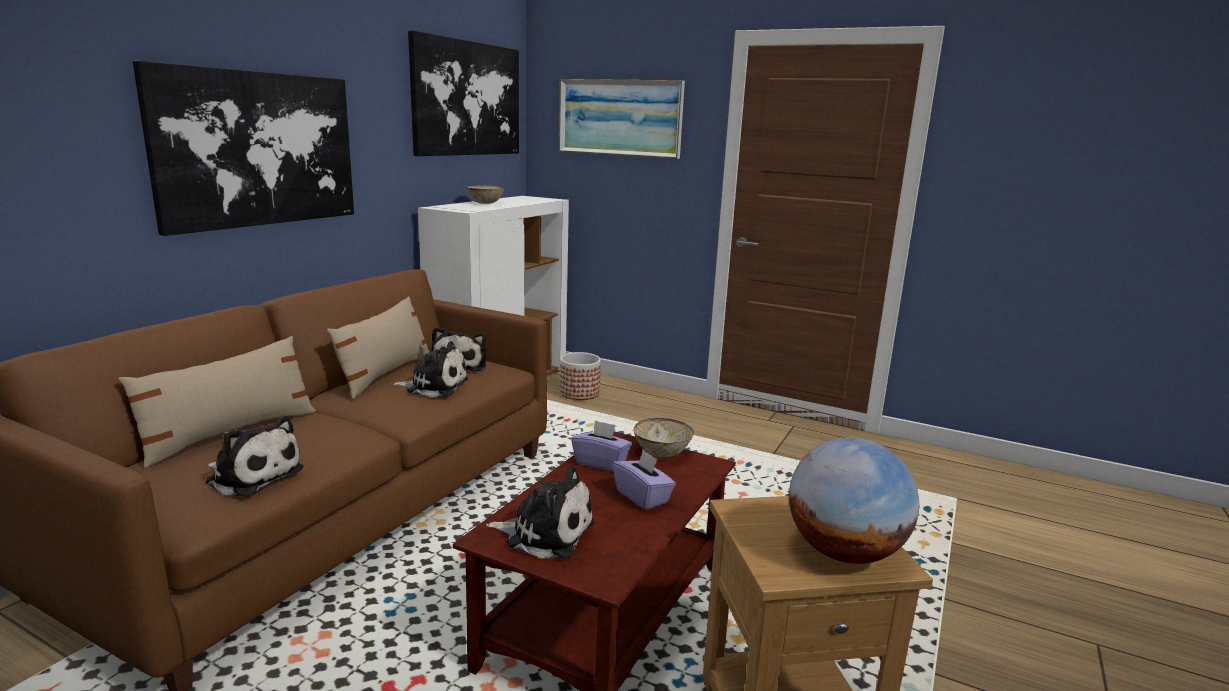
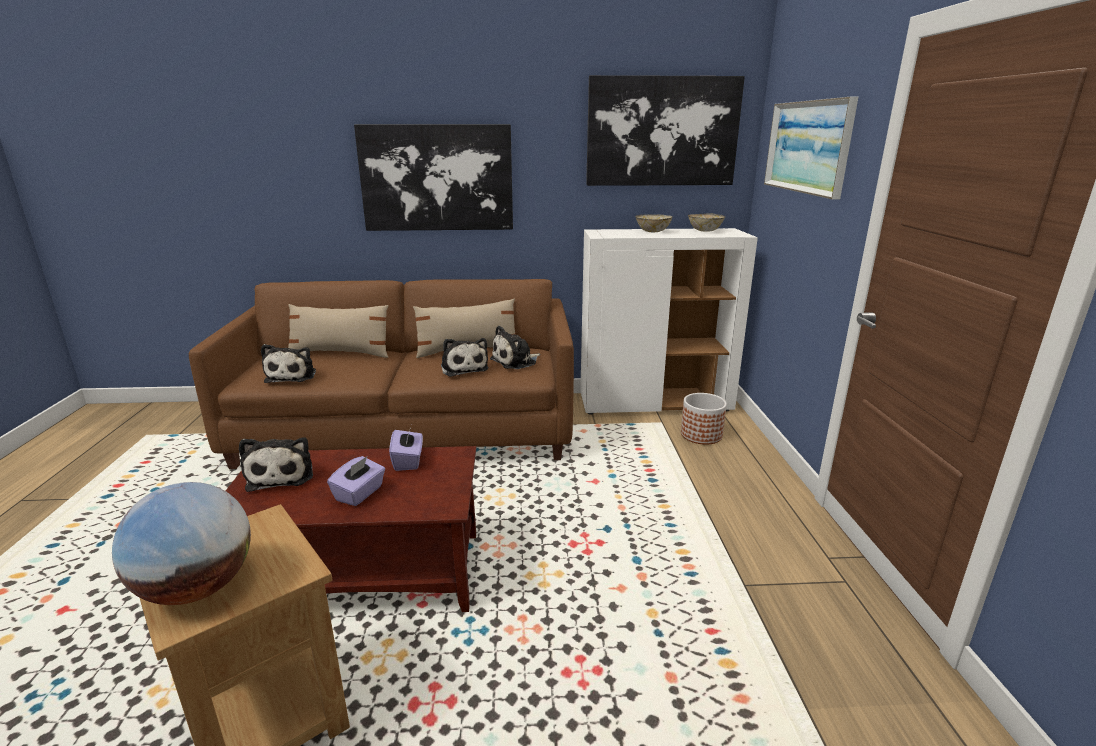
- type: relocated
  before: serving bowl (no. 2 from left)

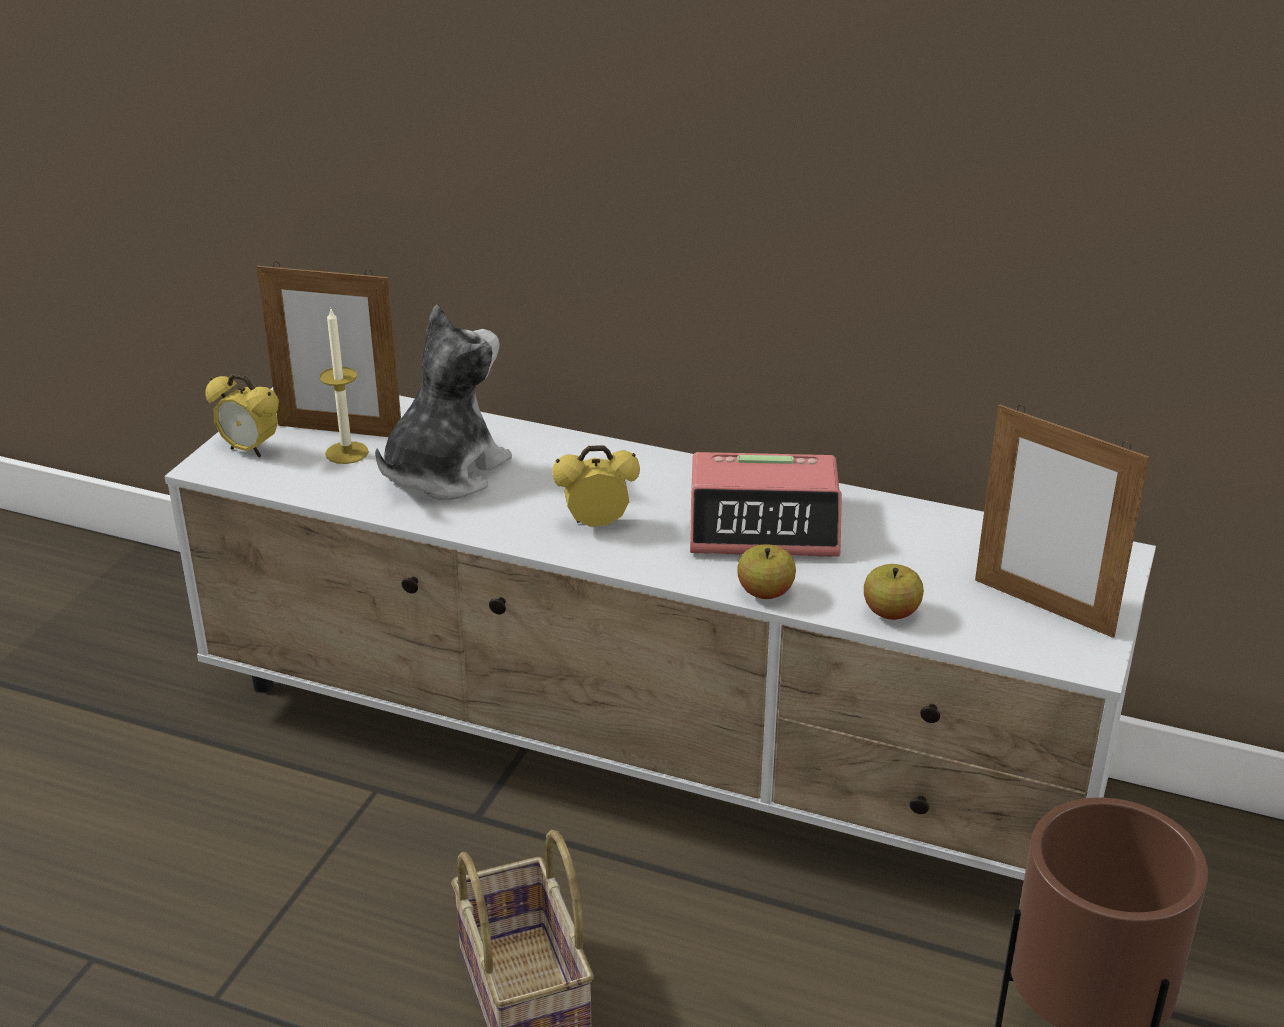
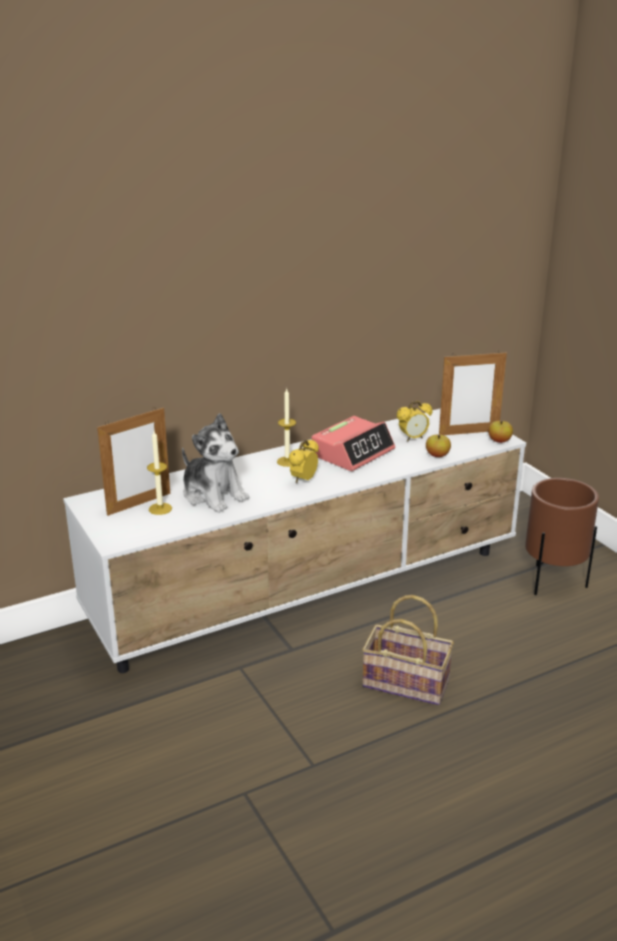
- type: appeared
  after: wax light (no. 2 from left)
- type: relocated
  before: bedside clock (no. 1 from left in the first image)
  after: bedside clock (no. 3 from left)
- type: relocated
  before: apple (no. 1 from left in the first image)
  after: apple (no. 2 from left)
- type: spun
  before: plush toy
  turn: 150

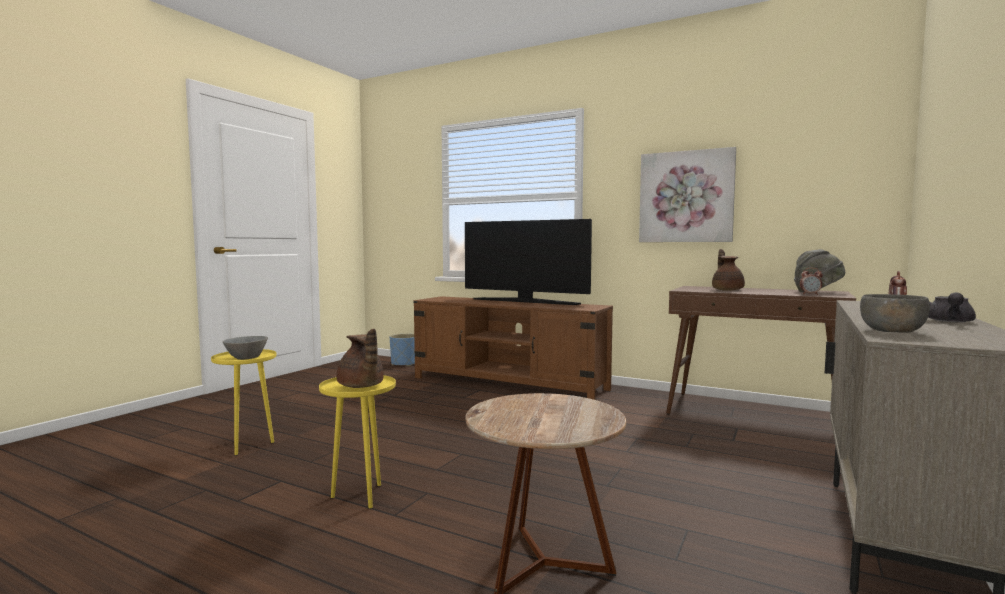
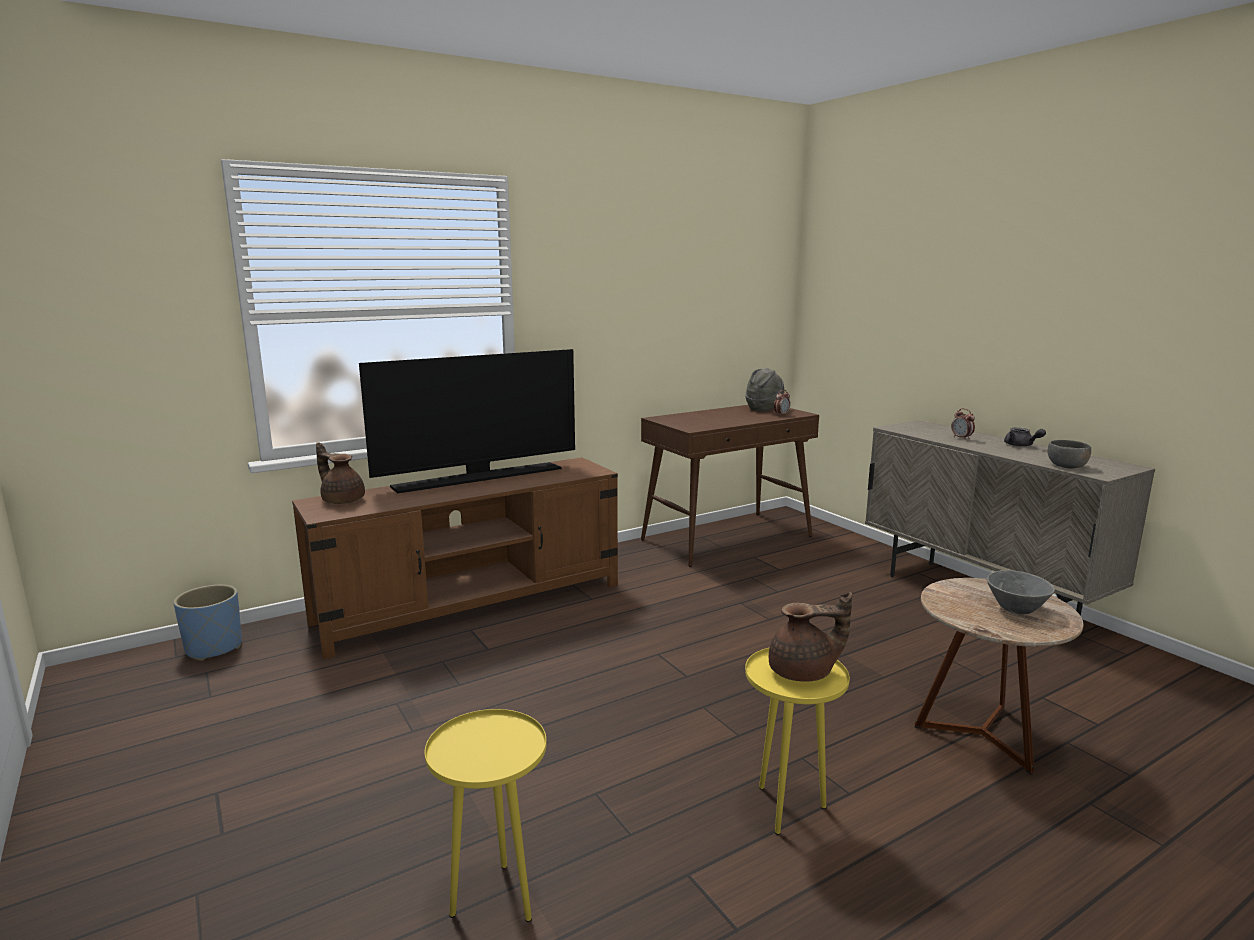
- type: missing
  before: wall art
- type: relocated
  before: serving bowl/grey (no. 1 from left)
- type: relocated
  before: pot for tea/brown (no. 2 from left in the first image)
  after: pot for tea/brown (no. 1 from left)

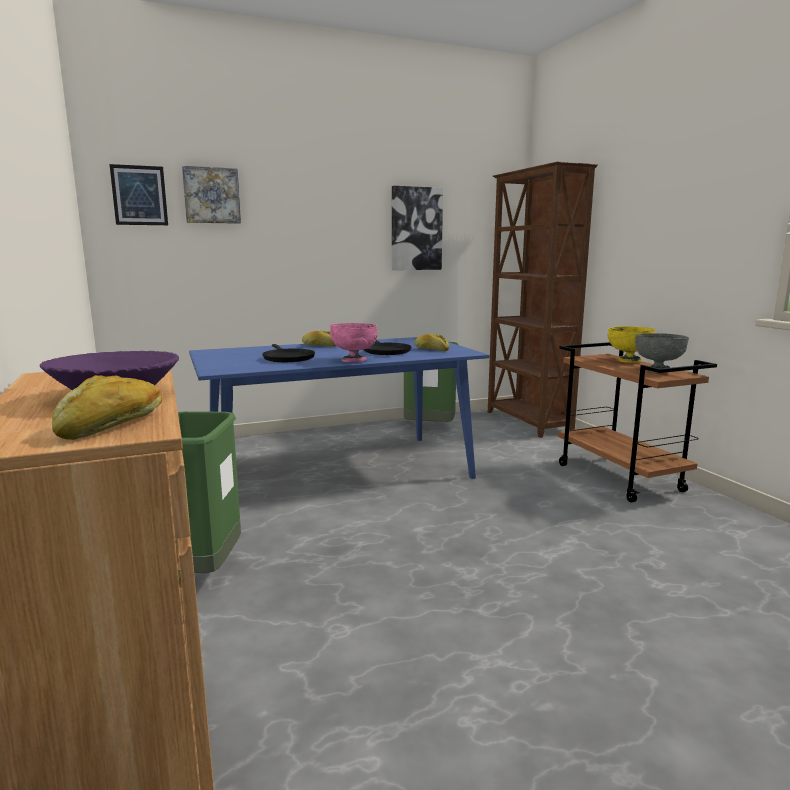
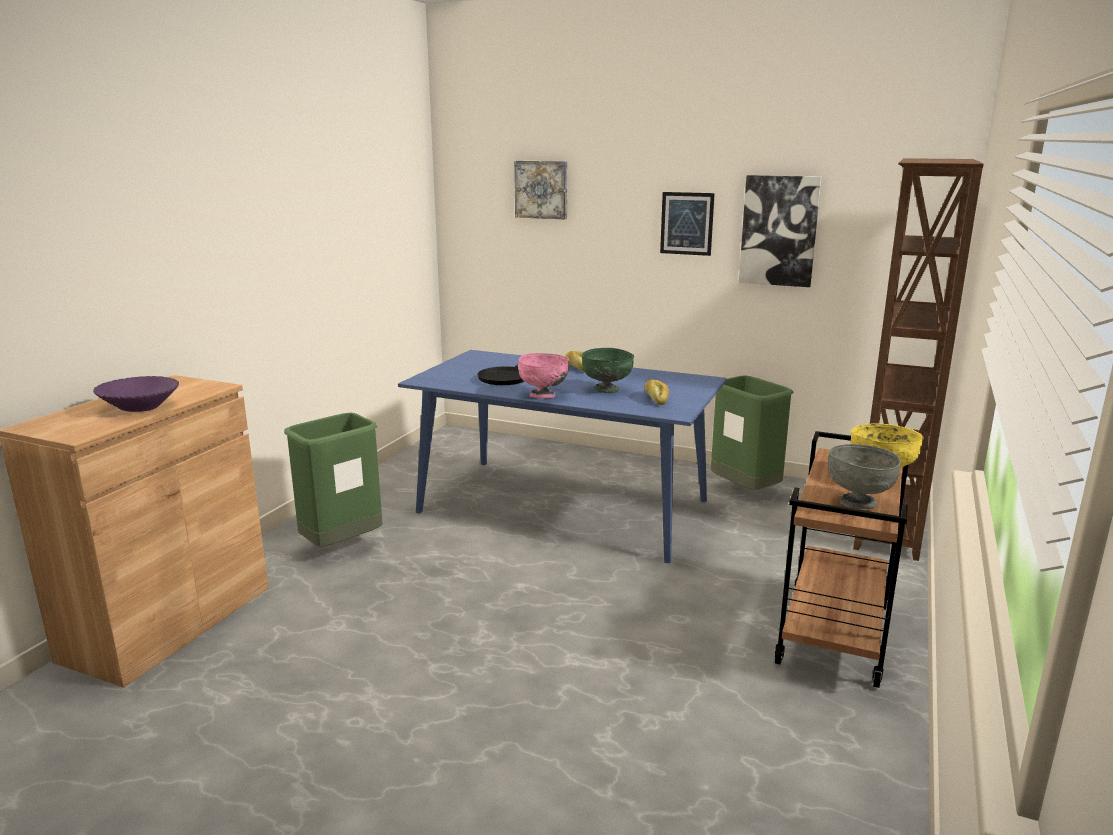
- type: missing
  before: baked bread (no. 1 from left)
- type: relocated
  before: wall art (no. 1 from left in the first image)
  after: wall art (no. 2 from left)
- type: exchanged
  before: skillet/black-coloured (no. 2 from left)
  after: serving bowl/green-coloured

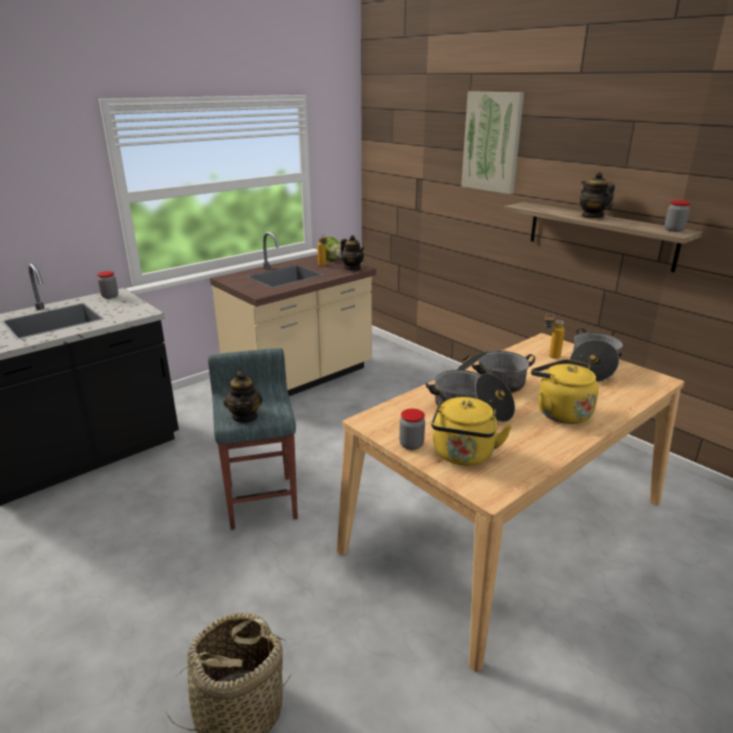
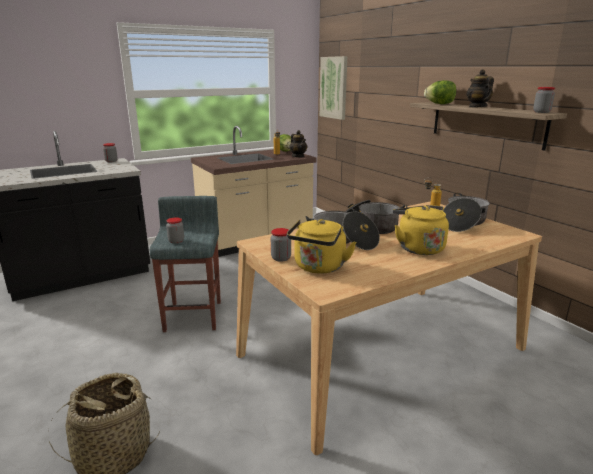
- type: appeared
  after: lettuce head (no. 2 from left)
- type: relocated
  before: wall art
- type: exchanged
  before: pot for tea (no. 1 from left)
  after: preserve jar (no. 2 from left)

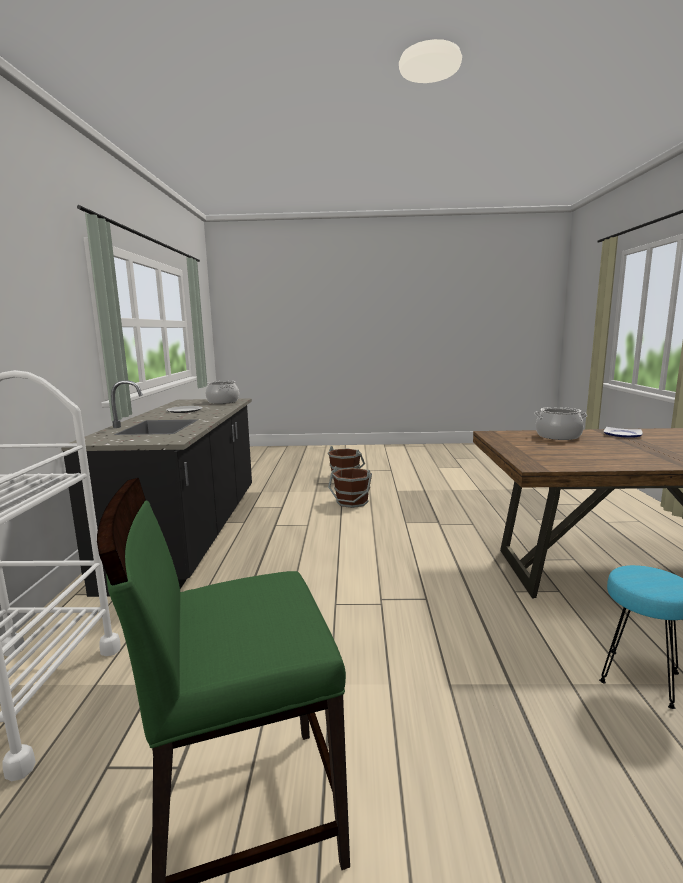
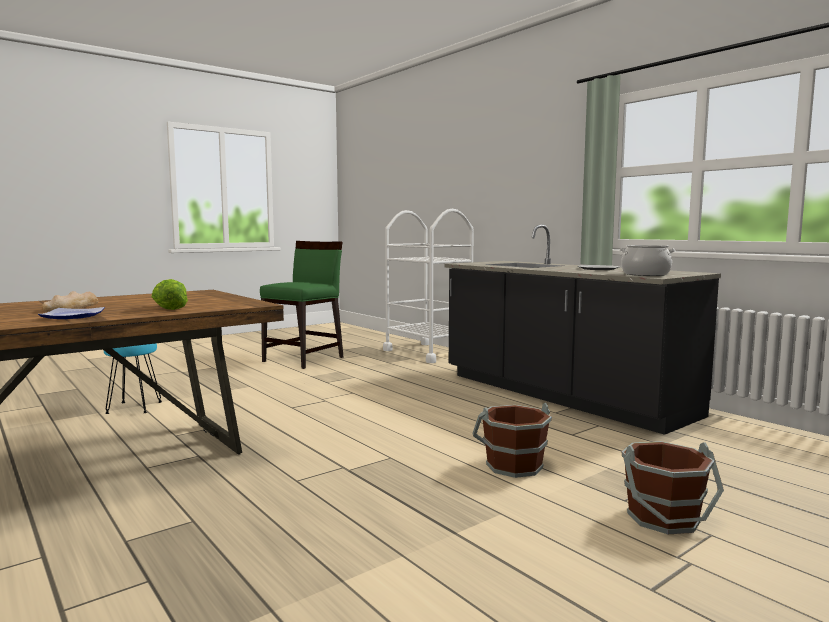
- type: appeared
  after: baked bread
- type: exchanged
  before: cooking pot (no. 2 from left)
  after: lettuce head

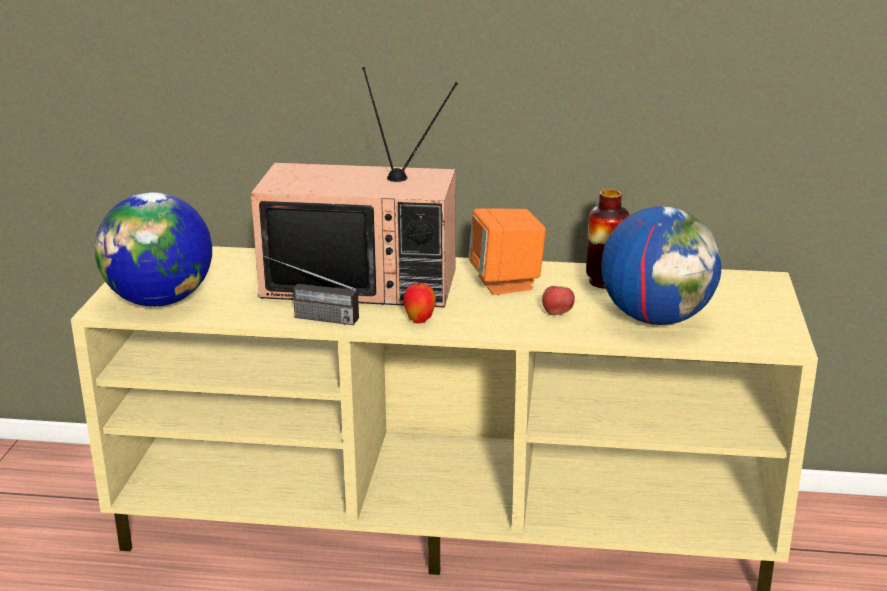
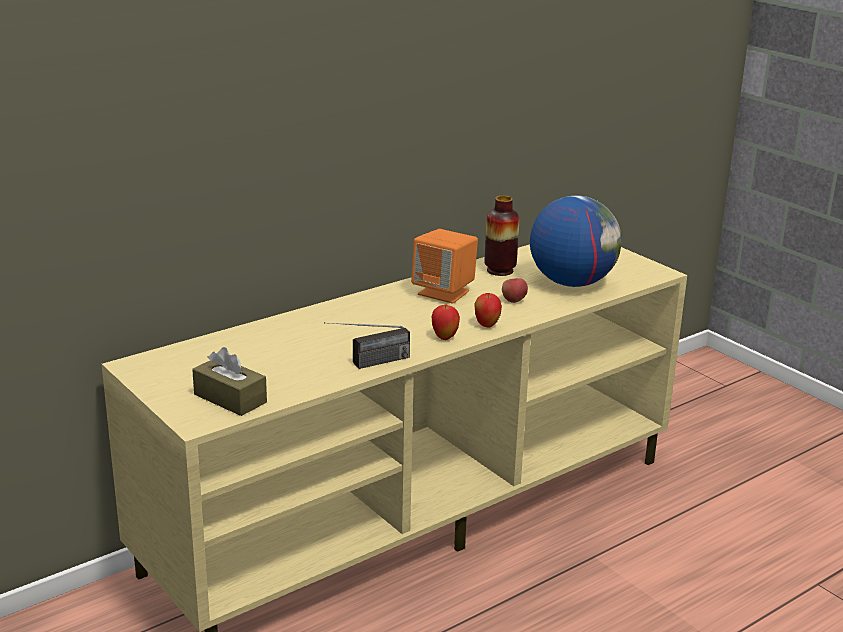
- type: missing
  before: TV
- type: appeared
  after: apple (no. 2 from left)
- type: exchanged
  before: world globe (no. 1 from left)
  after: tissue box/brown

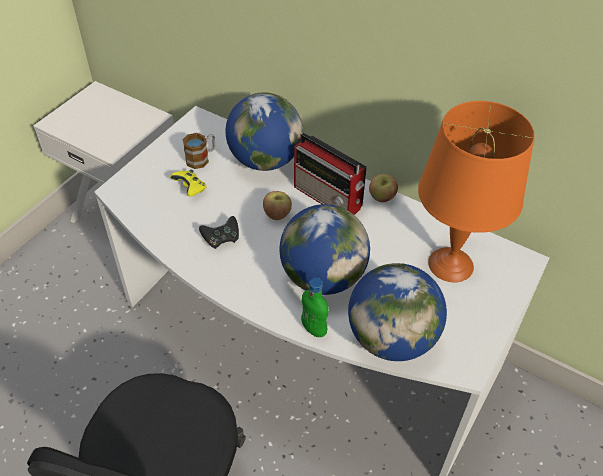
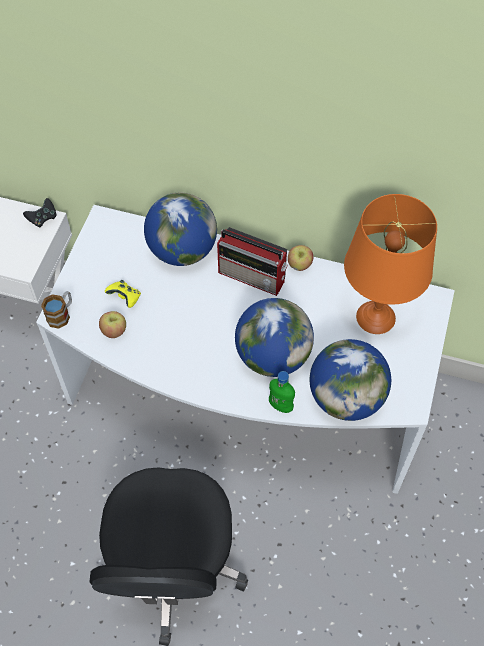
- type: relocated
  before: coffee mug
- type: relocated
  before: gamepad/black-coloured
- type: relocated
  before: apple (no. 1 from left)

